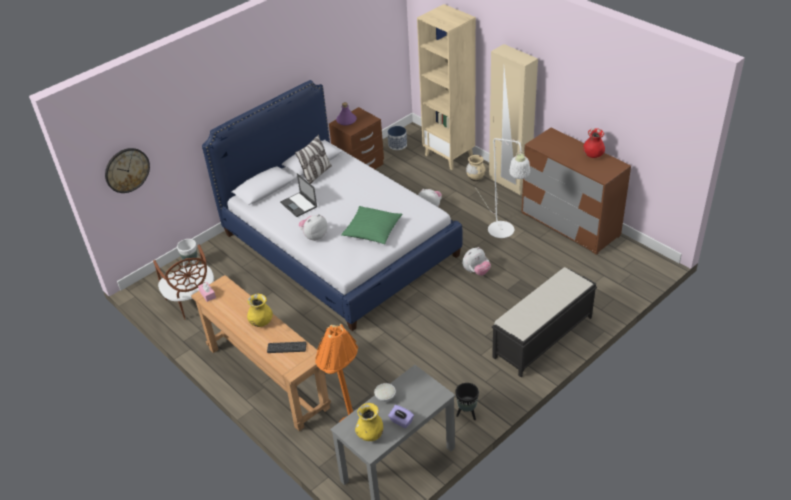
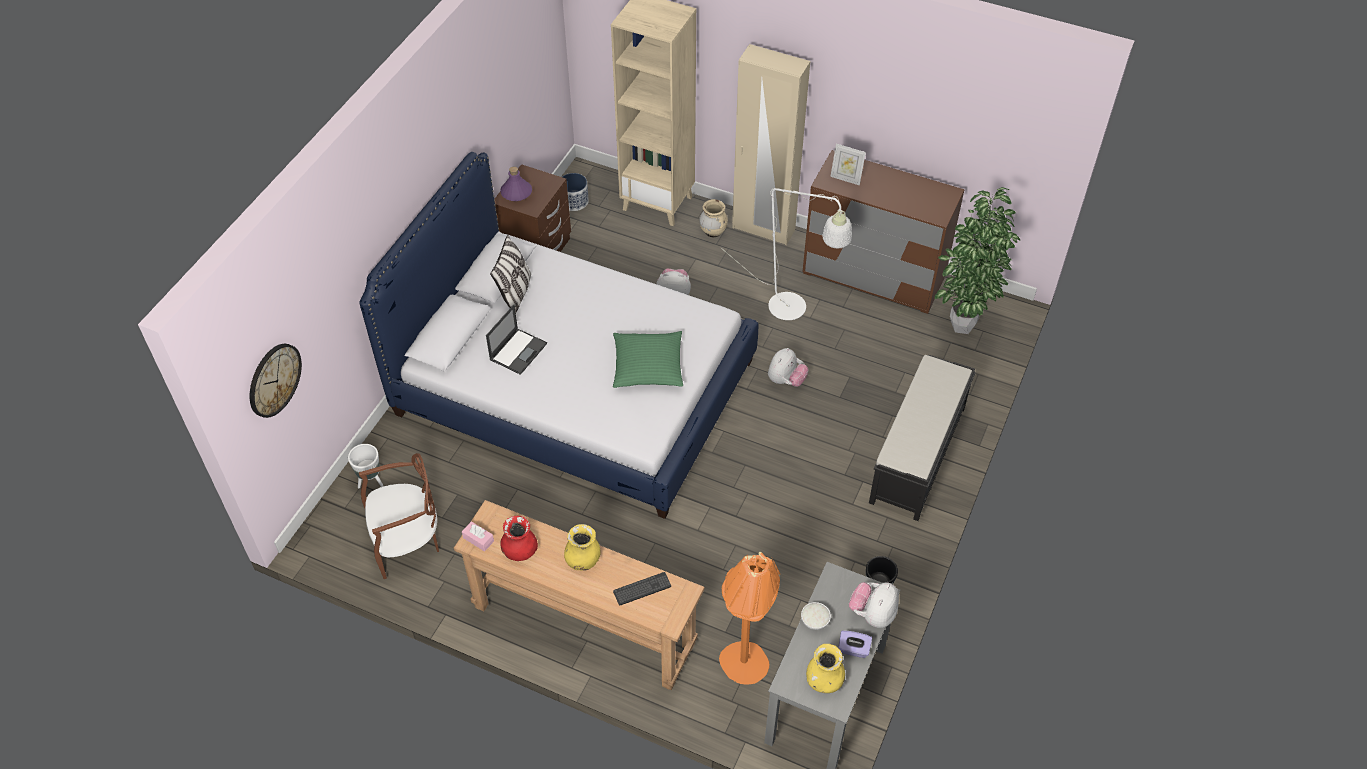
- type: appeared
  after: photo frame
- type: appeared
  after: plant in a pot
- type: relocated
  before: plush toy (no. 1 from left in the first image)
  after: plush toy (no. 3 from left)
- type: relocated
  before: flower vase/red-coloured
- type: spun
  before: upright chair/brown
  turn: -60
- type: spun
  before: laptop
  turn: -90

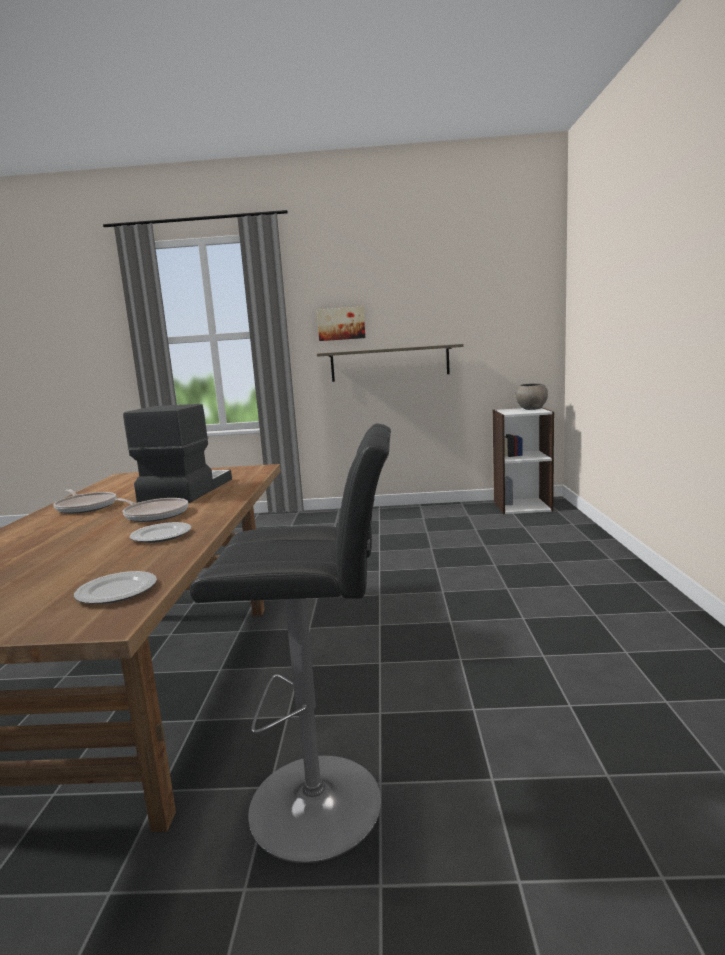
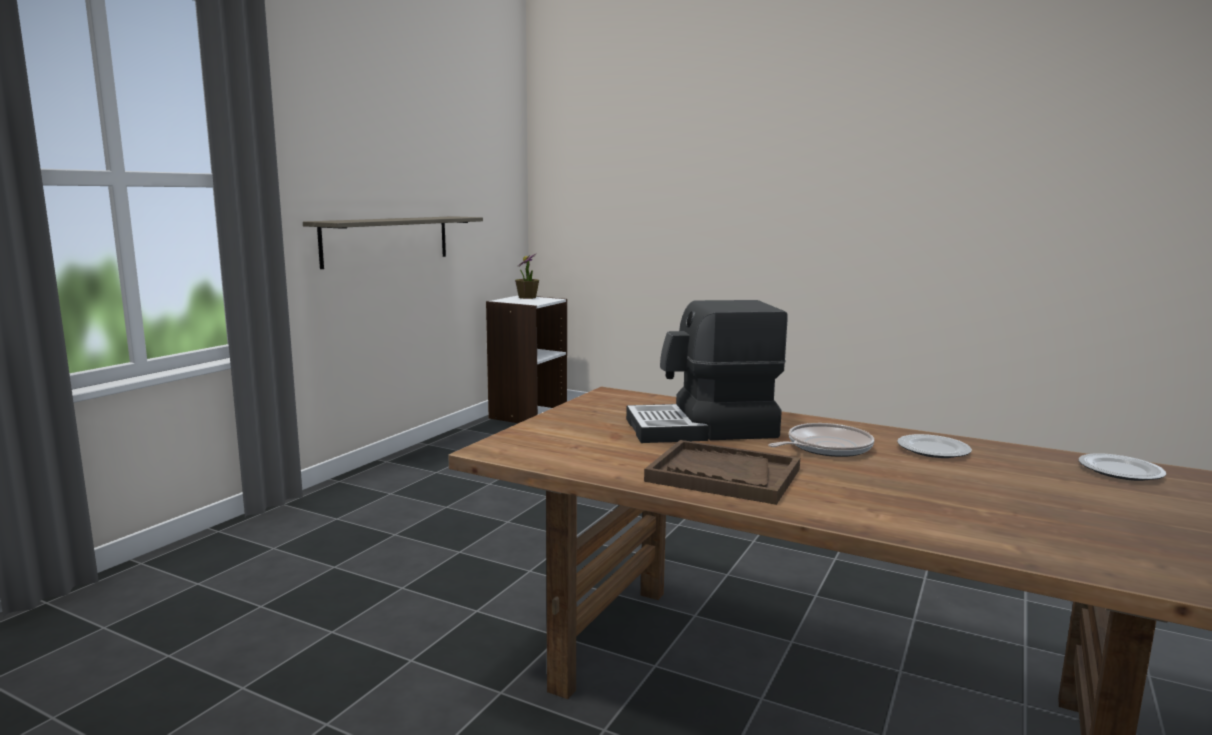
- type: missing
  before: stool seat/black-coloured
- type: missing
  before: wall art
- type: exchanged
  before: skillet (no. 1 from left)
  after: carrying tray/brown
- type: exchanged
  before: serving bowl/grey
  after: plant in a pot
- type: spun
  before: coffee brewer
  turn: -45

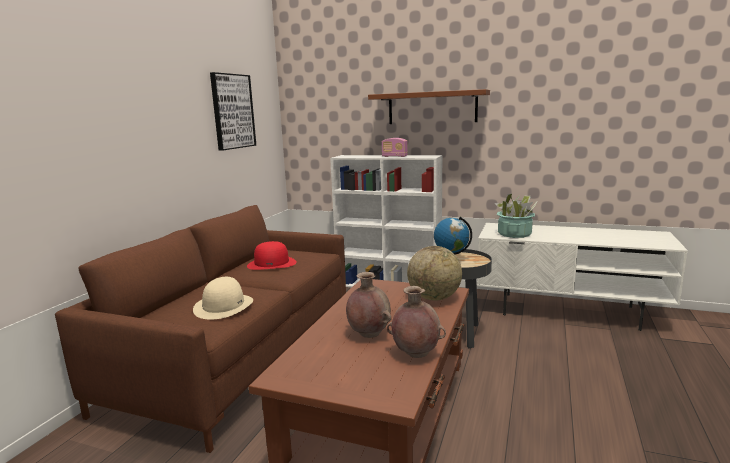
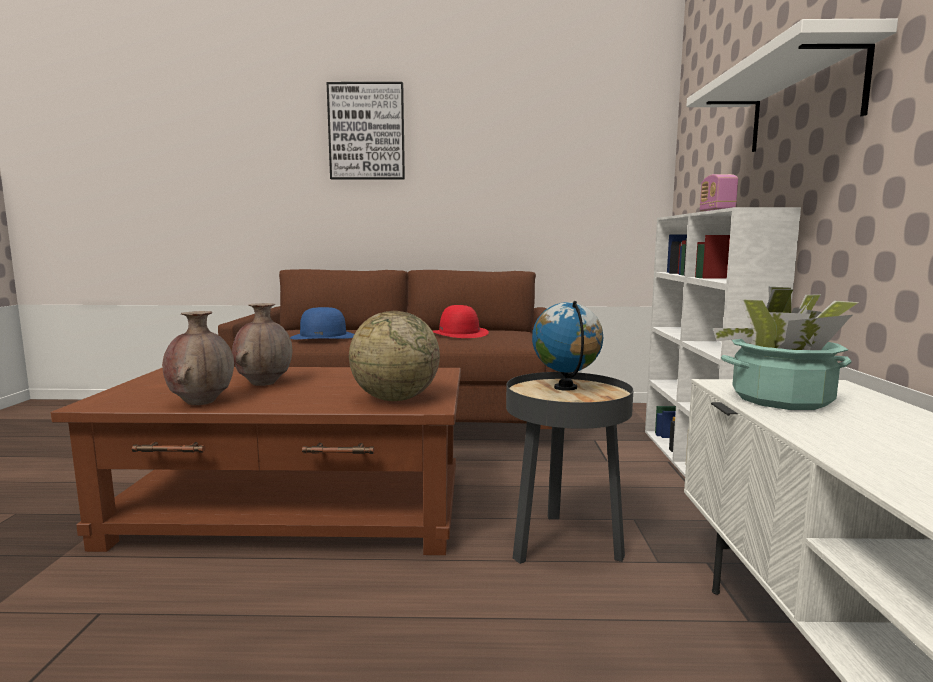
- type: relocated
  before: wall art
- type: colour
  before: wearable hat/sand-coloured
  after: wearable hat/bluish
- type: colour
  before: shelf/brown
  after: shelf/whitish

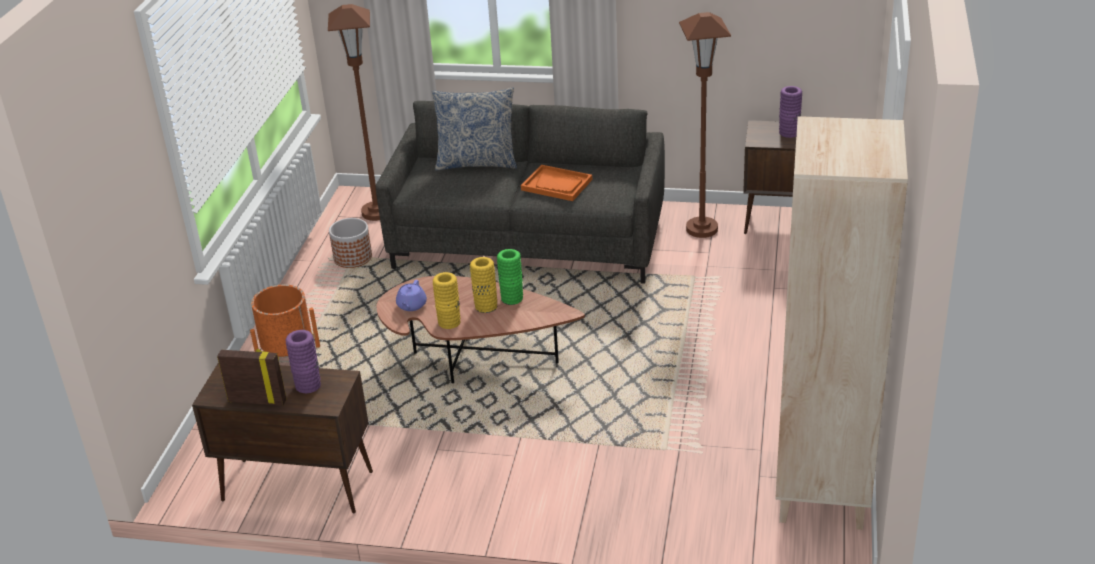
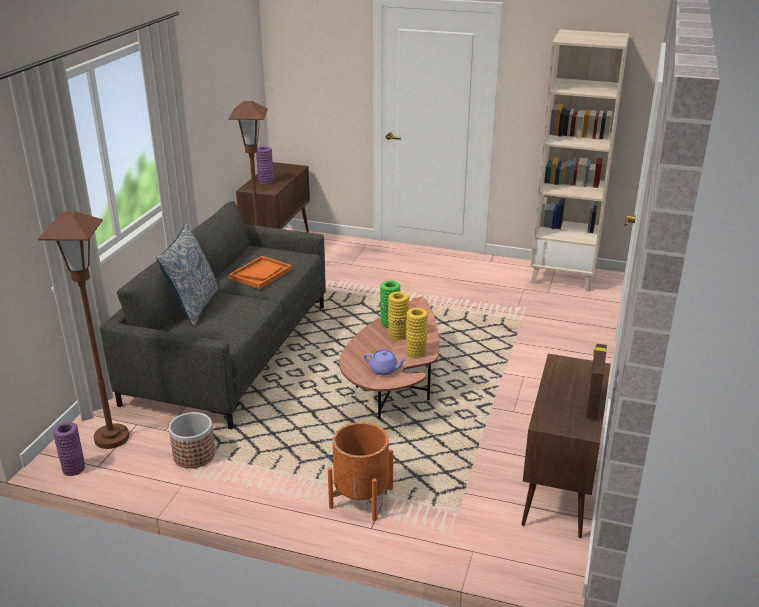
- type: relocated
  before: flower vase/purple-coloured (no. 1 from left)

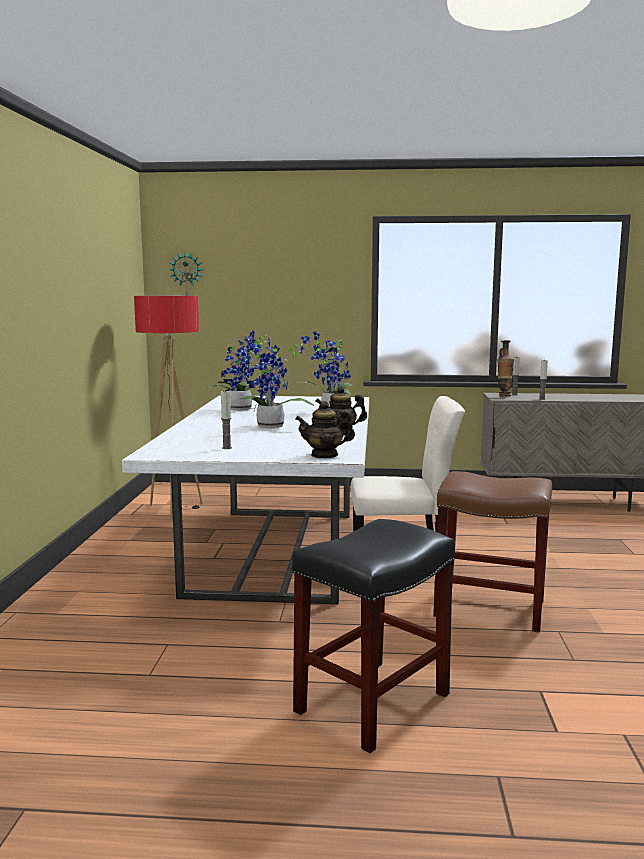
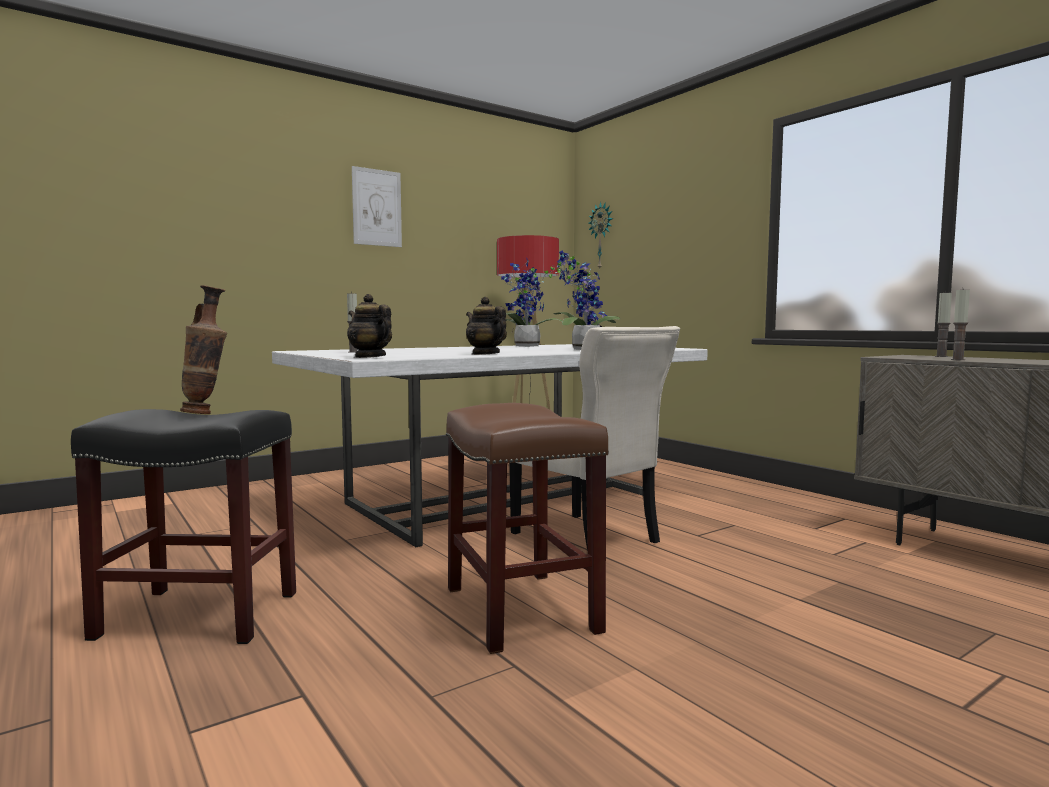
- type: missing
  before: plant in a pot (no. 2 from left)
- type: appeared
  after: wall art
- type: relocated
  before: flower vase

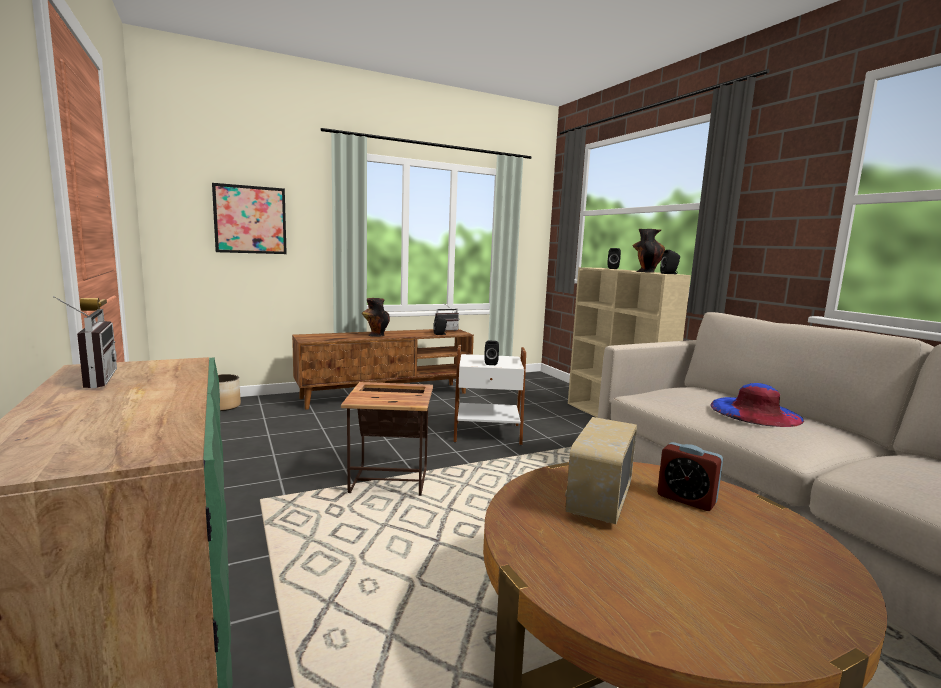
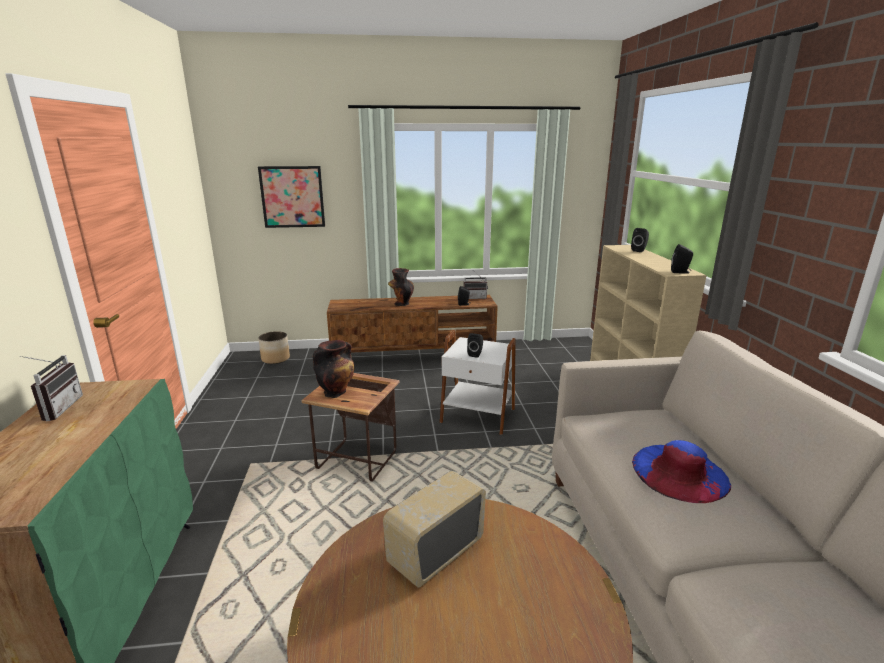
- type: missing
  before: bedside clock
- type: relocated
  before: flower vase (no. 2 from left in the first image)
  after: flower vase (no. 1 from left)

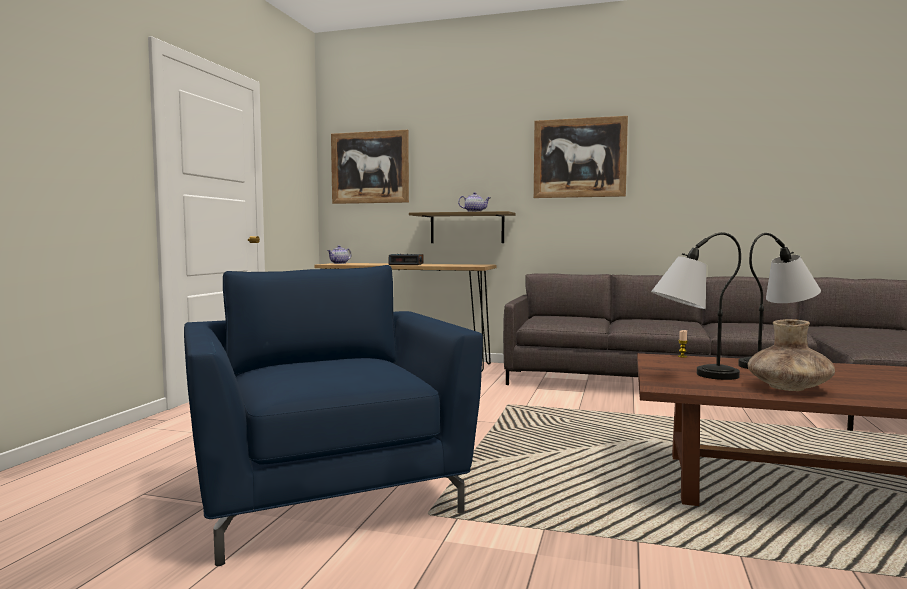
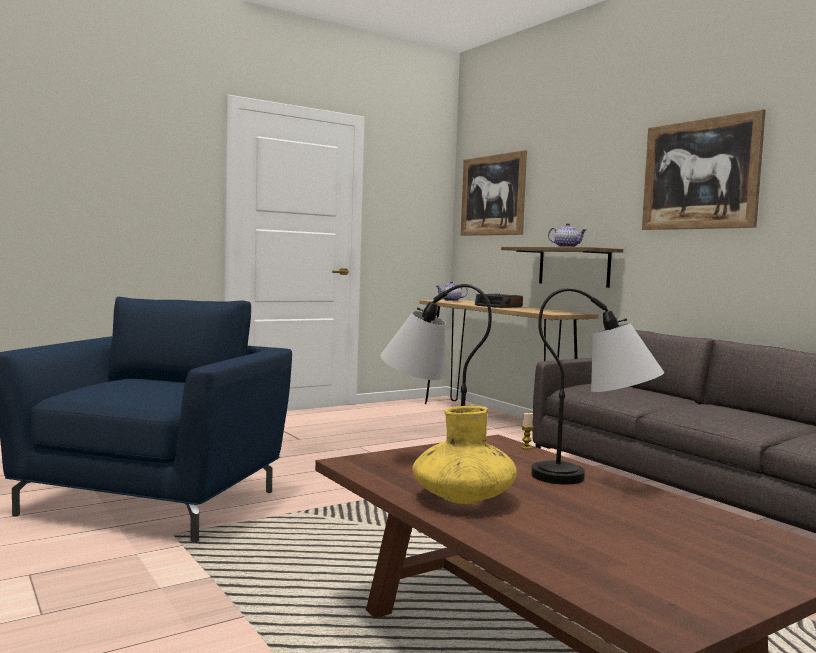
- type: colour
  before: flower vase/brown
  after: flower vase/yellowish

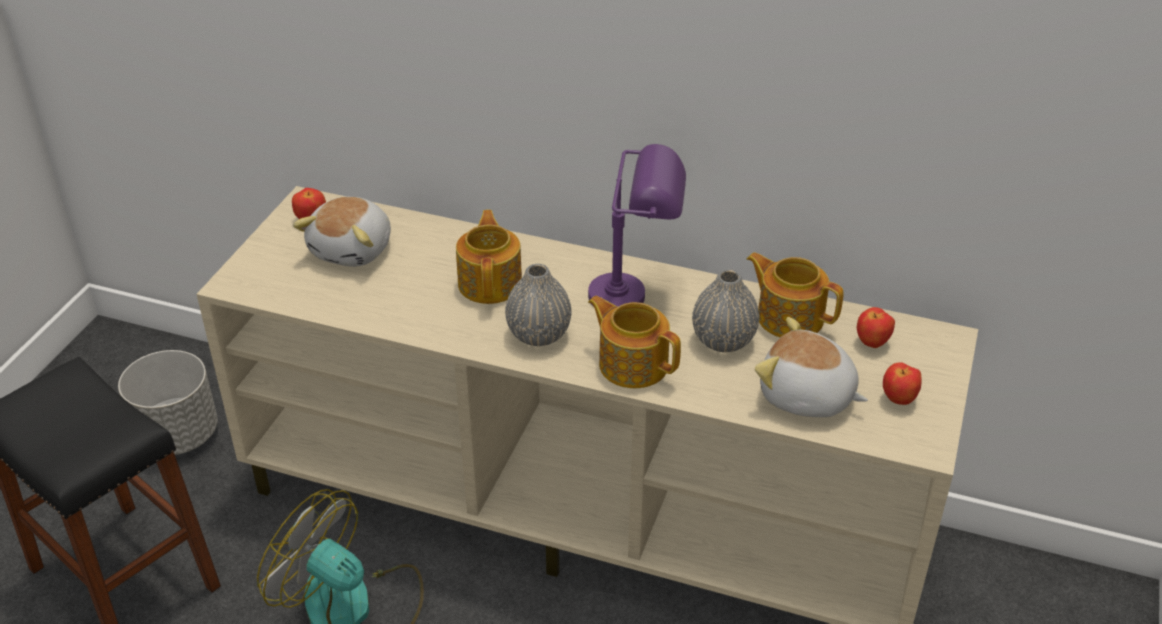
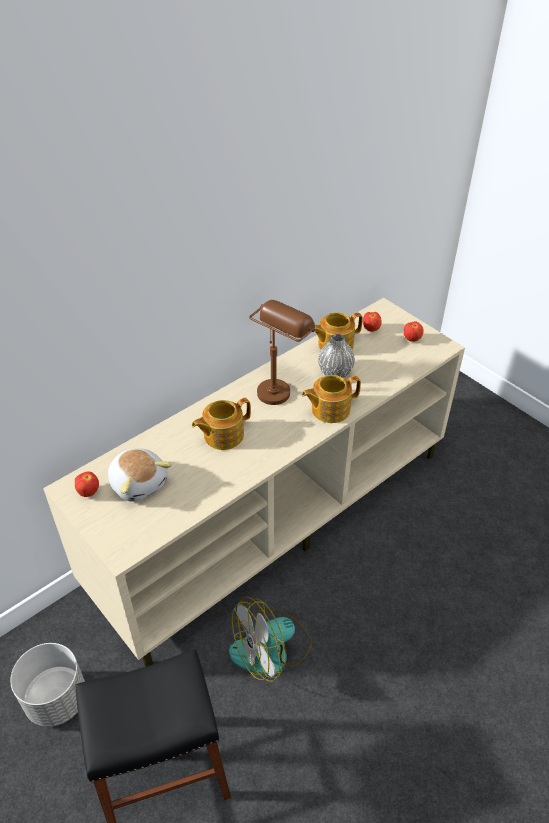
- type: missing
  before: flower vase/grey (no. 1 from left)
- type: missing
  before: plush toy (no. 2 from left)
- type: colour
  before: tabletop lamp/purple-coloured
  after: tabletop lamp/brown
- type: spun
  before: pot for tea (no. 1 from left)
  turn: -60

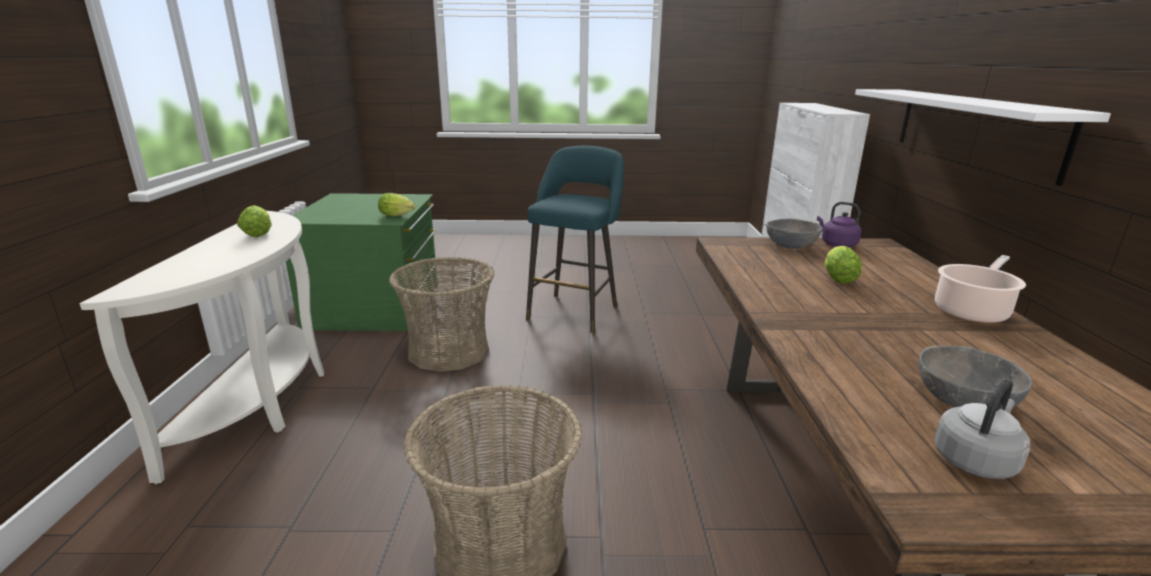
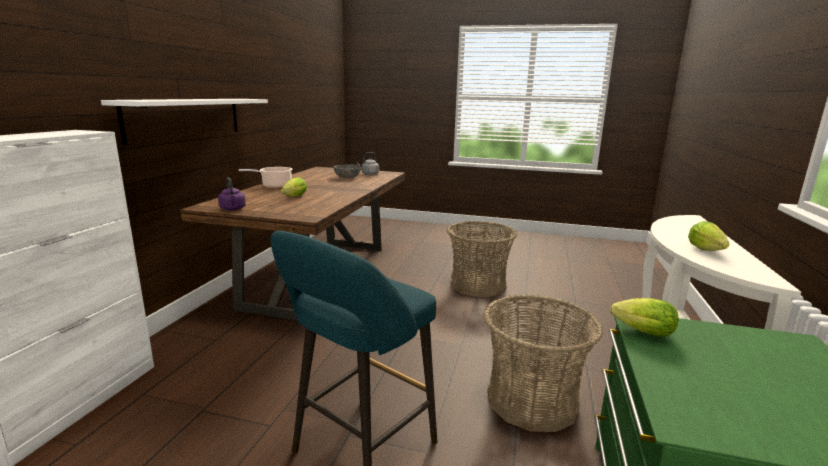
- type: missing
  before: serving bowl/grey (no. 1 from left)

